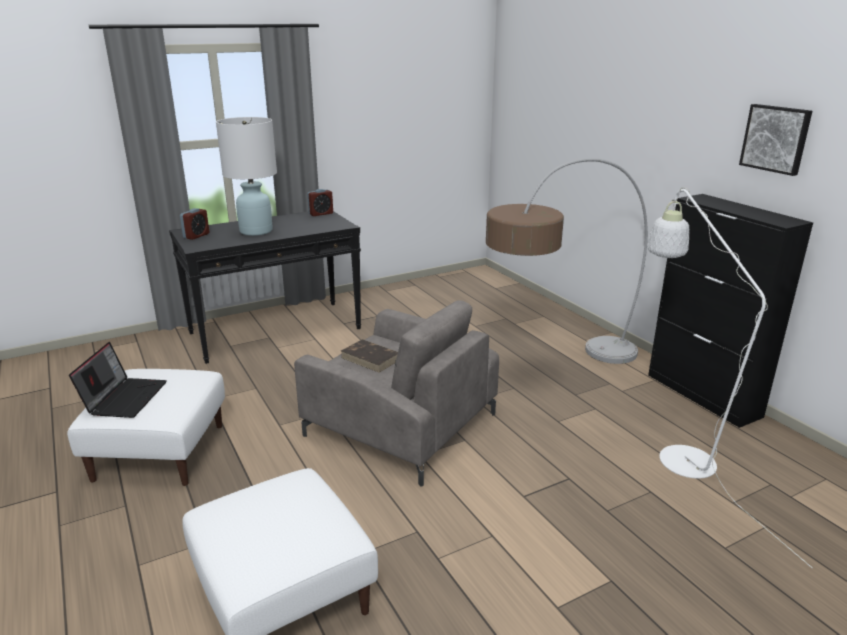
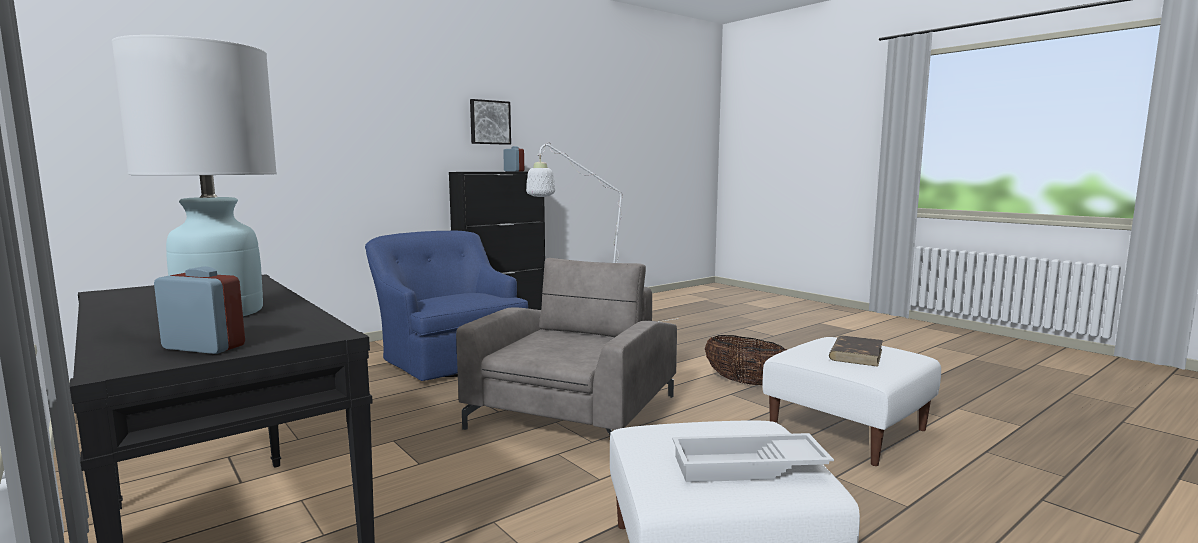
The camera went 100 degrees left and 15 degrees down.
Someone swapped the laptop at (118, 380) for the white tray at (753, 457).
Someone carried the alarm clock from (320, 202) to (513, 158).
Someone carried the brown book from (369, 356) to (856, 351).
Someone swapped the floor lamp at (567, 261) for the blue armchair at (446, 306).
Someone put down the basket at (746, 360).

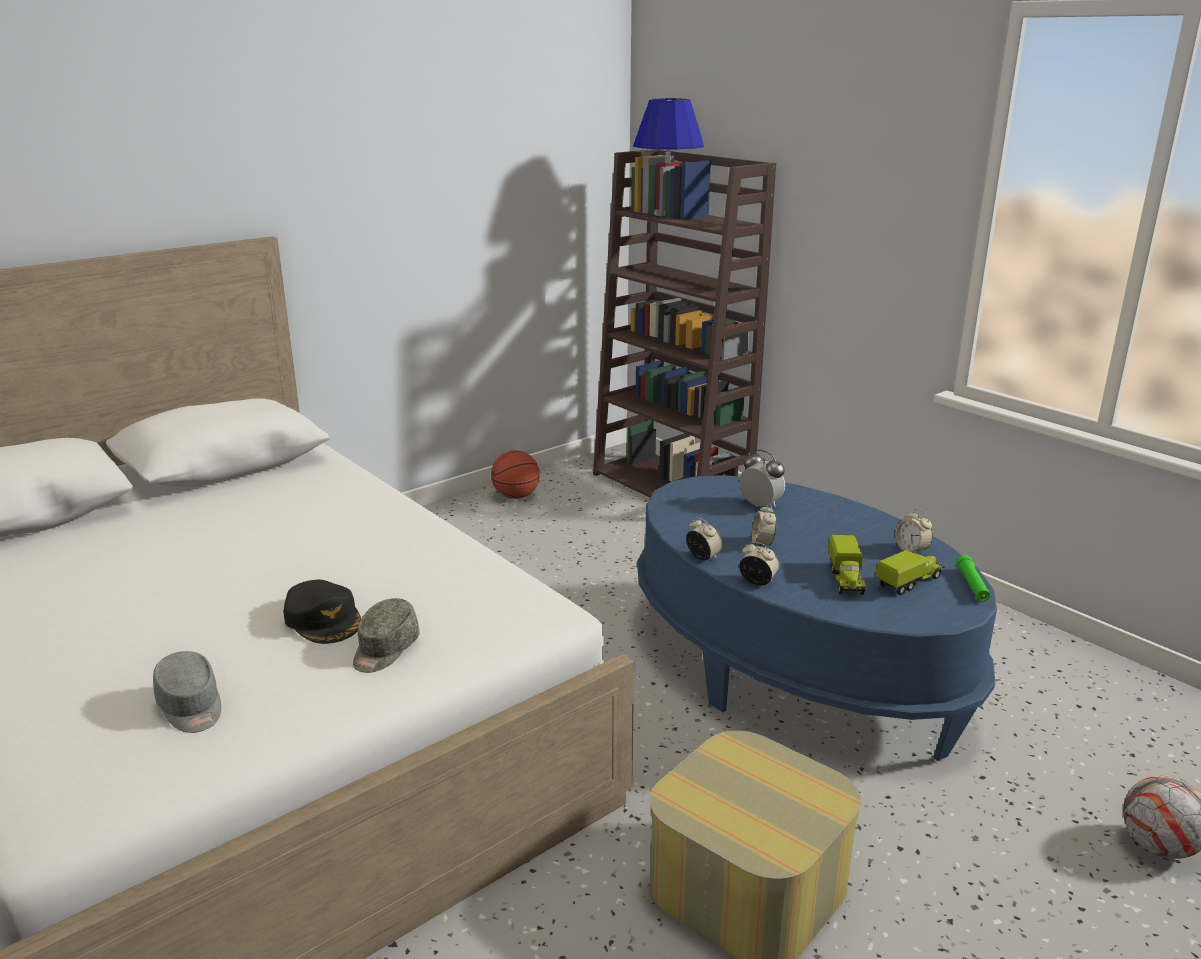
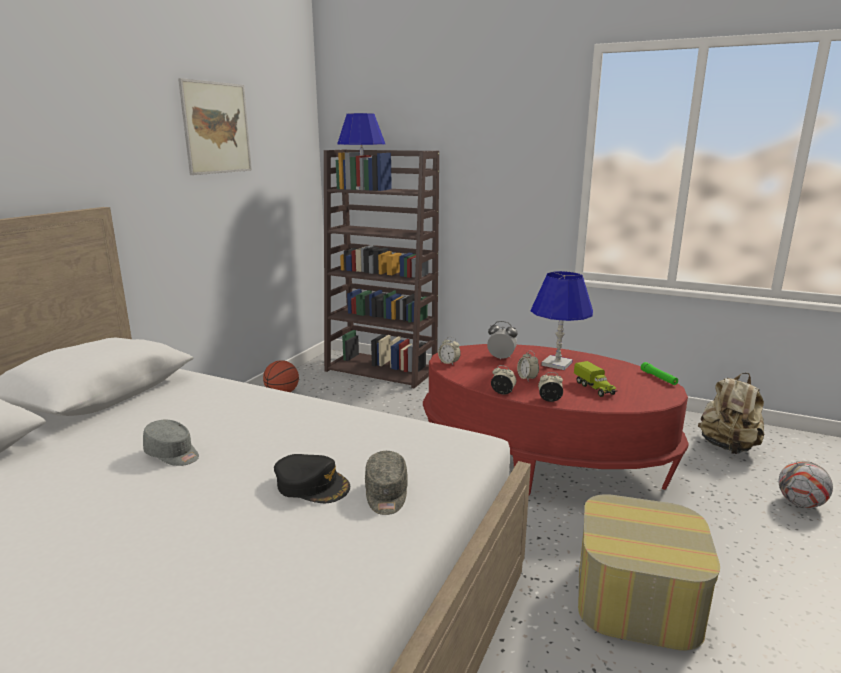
The camera went 25 degrees left and 5 degrees down.
Someone carried the grey cap from (187, 692) to (171, 443).
Someone repainted the blue coffee table at (817, 618), which became the red coffee table at (556, 419).
Someone took away the toy truck at (910, 572).
Someone carried the alarm clock from (914, 531) to (449, 350).
Someone put up the picture at (215, 126).
Someone put down the blue table lamp at (562, 320).
Someone put down the beige backpack at (731, 413).

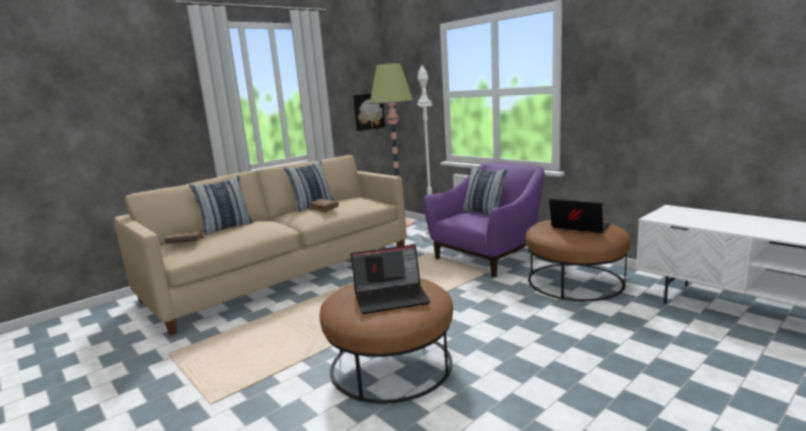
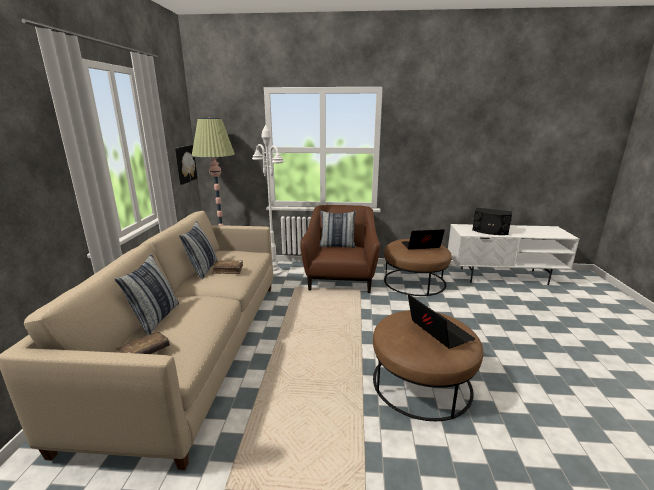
The camera went 45 degrees left and 5 degrees up.
Someone rotated the laptop at (391, 279) by 60 degrees counterclockwise.
Someone repainted the purple armchair at (484, 219), which became the brown armchair at (340, 249).
Someone put down the black speaker at (492, 221).

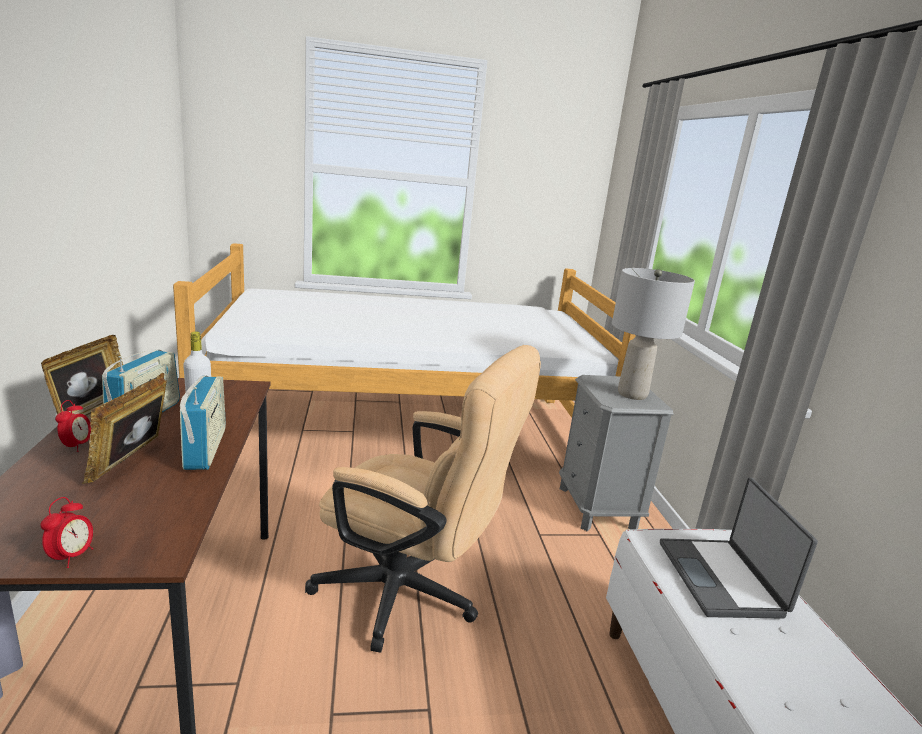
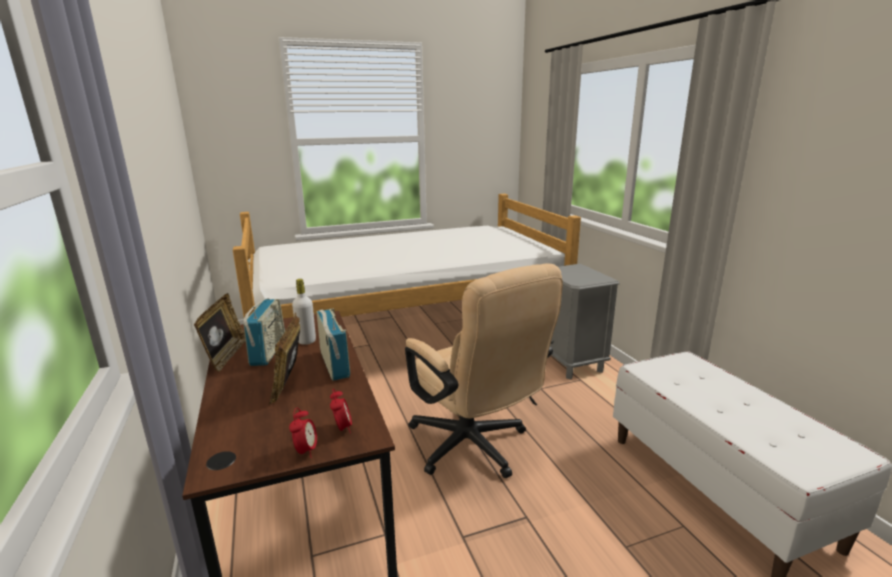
The camera went 10 degrees left and 0 degrees up.
Someone carried the alarm clock from (73, 426) to (341, 411).
Someone rotated the beige office chair at (423, 499) by 45 degrees clockwise.
Someone took away the grey table lamp at (653, 334).
Someone took away the laptop at (739, 548).

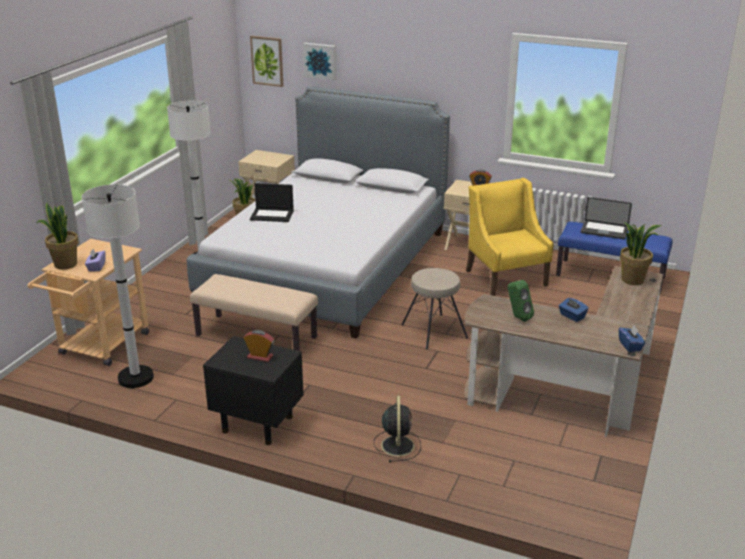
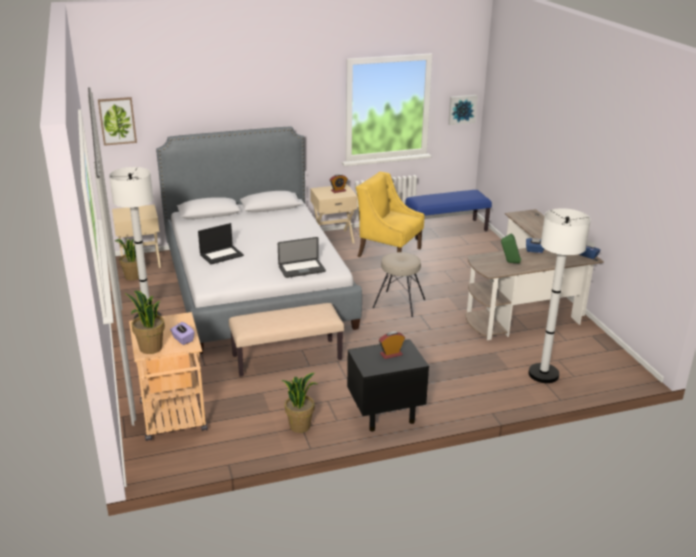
The camera went 40 degrees left and 0 degrees up.
Someone carried the white floor lamp from (118, 286) to (559, 295).
Someone carried the picture from (319, 61) to (463, 110).
Someone took away the black fan at (397, 429).
Someone carried the laptop from (606, 218) to (302, 257).
Someone carried the potted plant from (641, 253) to (299, 403).

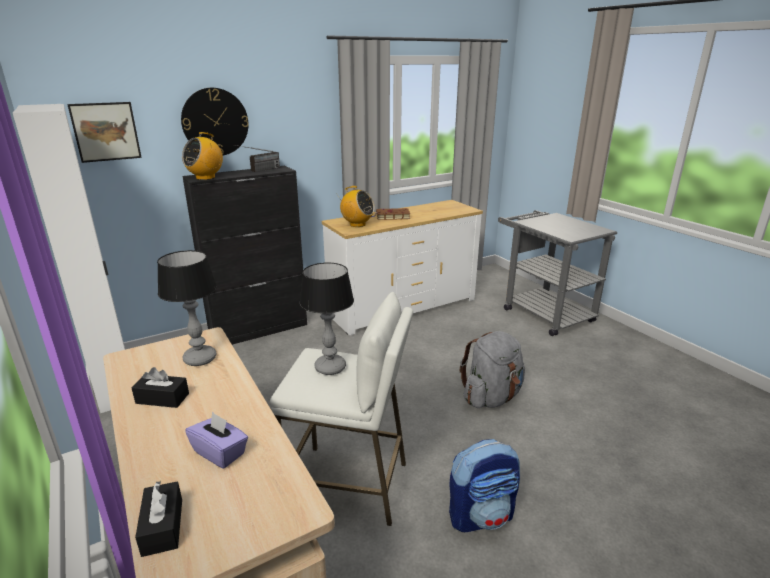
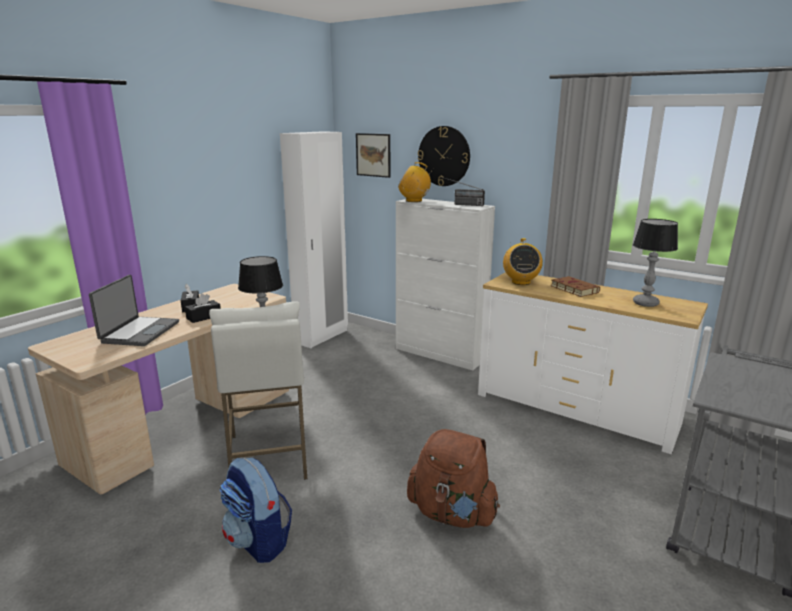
The camera went 65 degrees right and 5 degrees down.
Someone carried the black tissue box from (158, 519) to (203, 308).
Someone carried the table lamp from (187, 308) to (655, 263).
Someone repainted the black cabinet at (244, 255), which became the white cabinet at (445, 284).
Someone swapped the purple tissue box at (216, 440) for the laptop at (134, 310).
Someone repainted the grey backpack at (492, 369), which became the brown backpack at (453, 478).

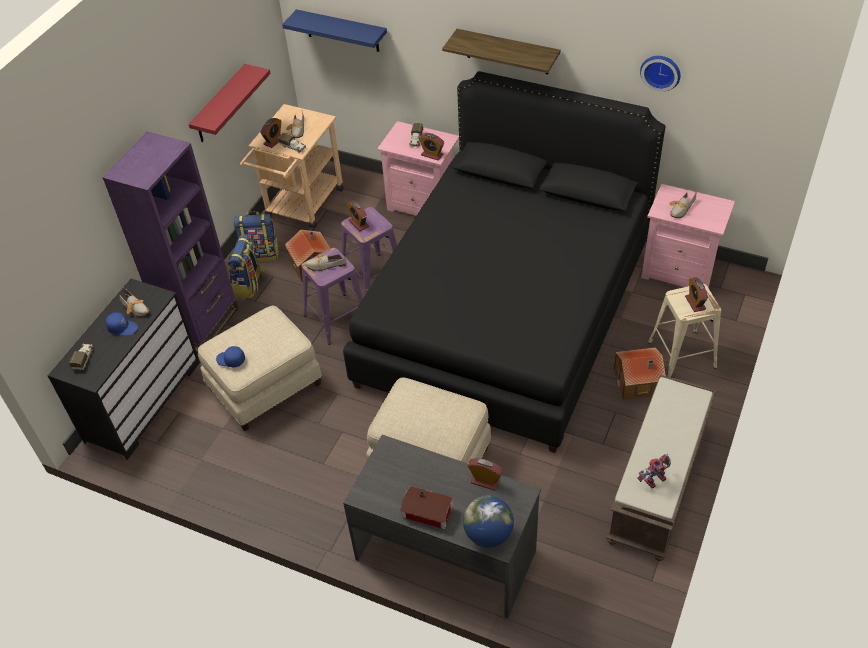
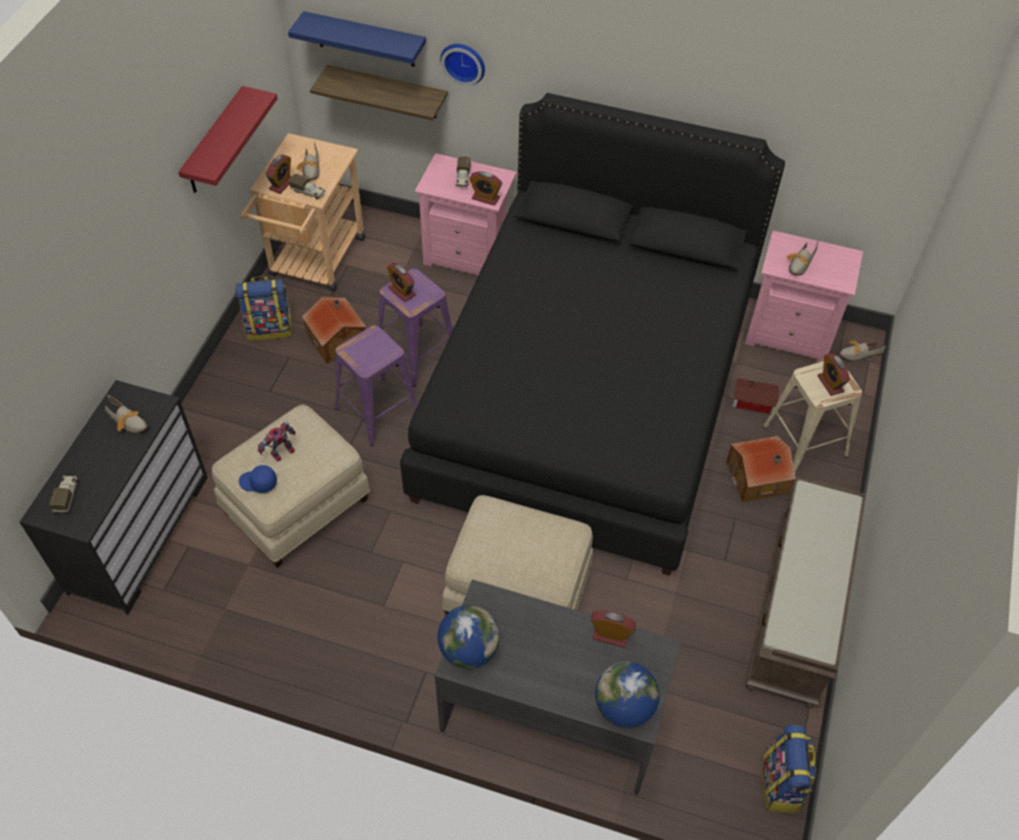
The camera went 10 degrees left and 5 degrees up.
Someone took away the purple bookcase at (170, 242).
Someone took away the blue cap at (122, 324).
Someone carried the backpack from (246, 266) to (789, 769).
Someone carried the shoe from (326, 262) to (863, 351).
Someone carried the toy house from (427, 507) to (756, 396).
Someone carried the shelf from (501, 51) to (379, 92).
Someone carried the toy robot from (654, 471) to (276, 441).
Someone carried the wall clock from (660, 74) to (462, 65).
Someone put down the globe at (469, 637).

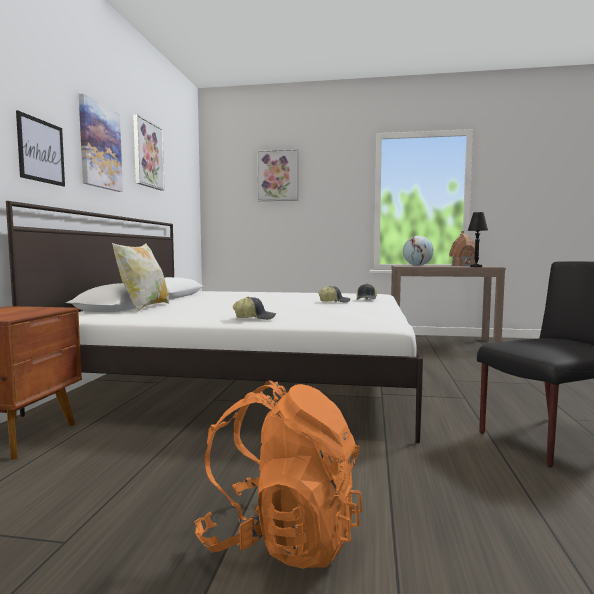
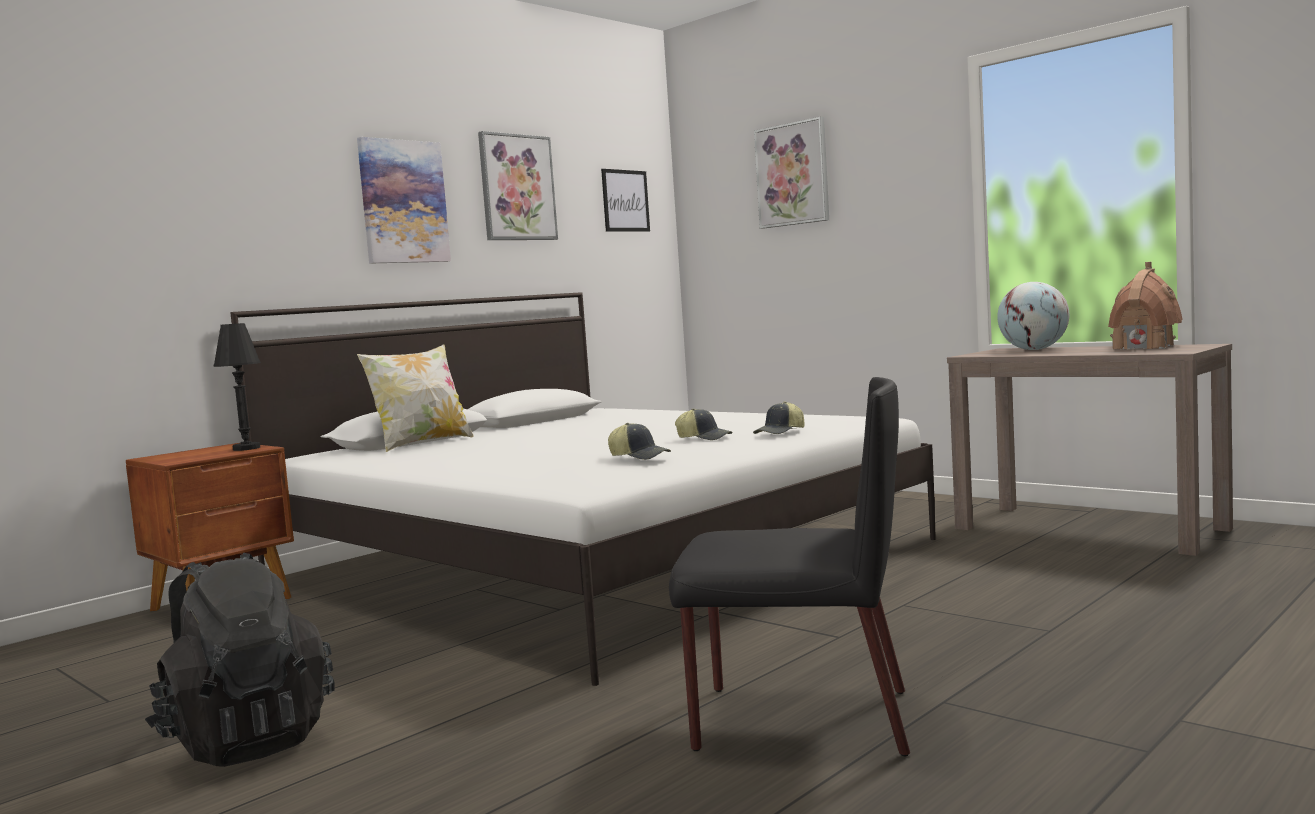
The camera went 35 degrees right and 0 degrees up.
Someone carried the picture from (40, 148) to (625, 200).
Someone repainted the orange backpack at (278, 474), which became the black backpack at (240, 660).
Someone carried the cap from (254, 308) to (639, 441).
Someone carried the black table lamp from (478, 239) to (237, 387).

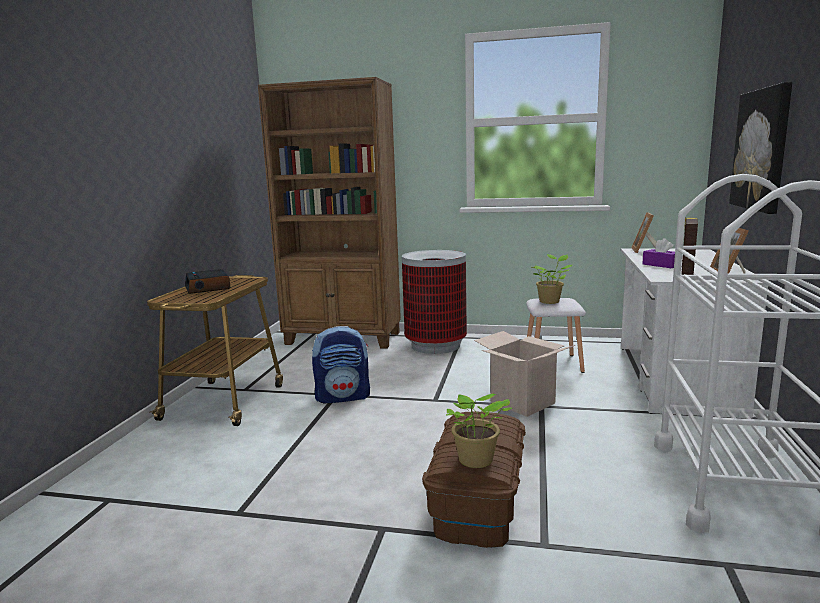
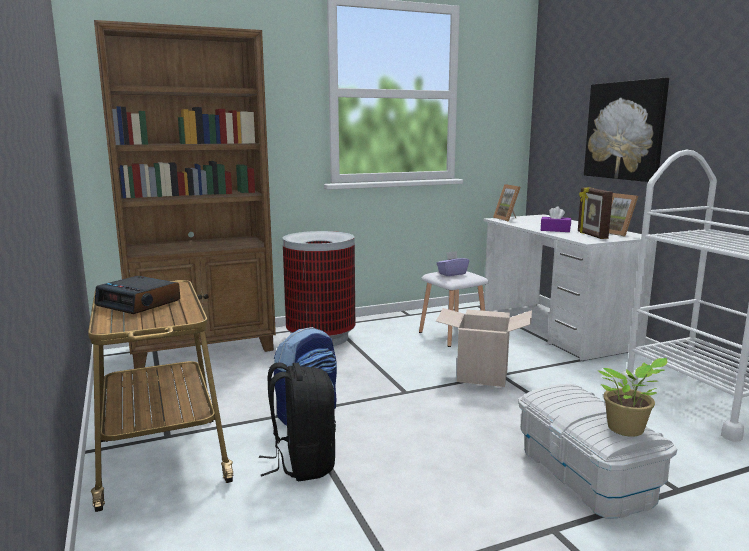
The camera went 35 degrees left and 0 degrees up.
Someone repainted the brown storage box at (474, 479), which became the white storage box at (597, 451).
Someone swapped the potted plant at (552, 279) for the purple tissue box at (453, 263).
Someone put down the black backpack at (297, 421).

